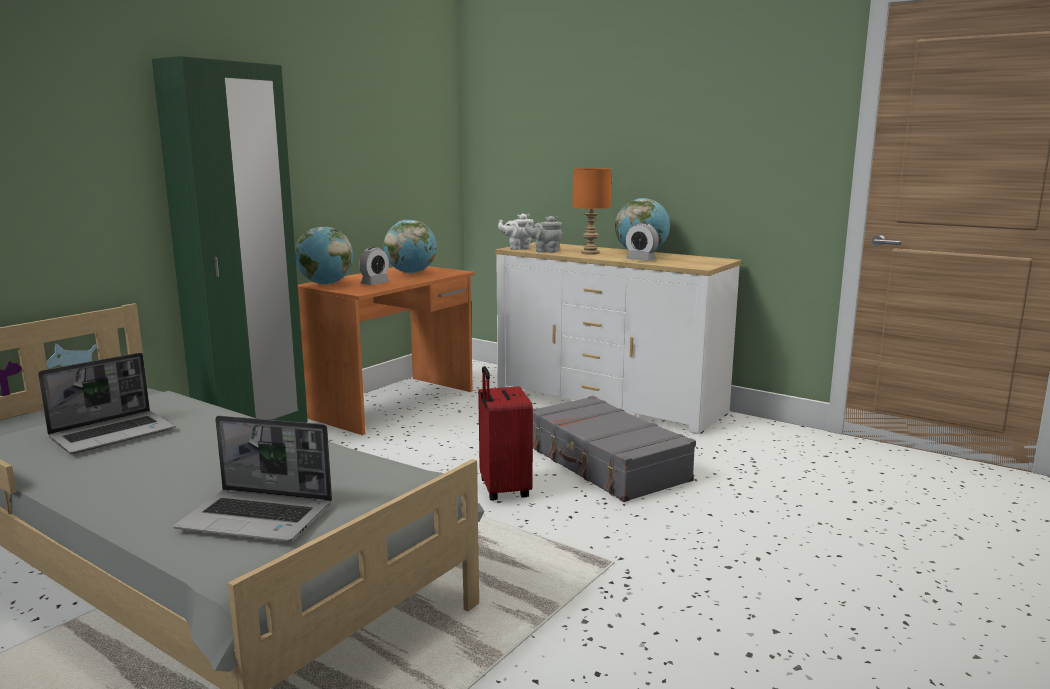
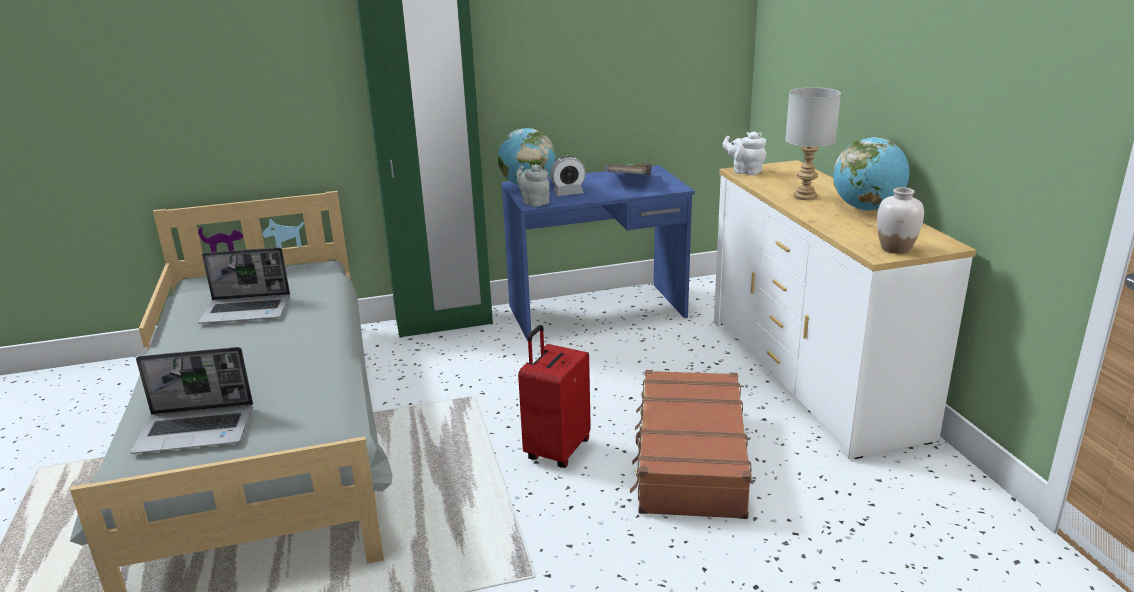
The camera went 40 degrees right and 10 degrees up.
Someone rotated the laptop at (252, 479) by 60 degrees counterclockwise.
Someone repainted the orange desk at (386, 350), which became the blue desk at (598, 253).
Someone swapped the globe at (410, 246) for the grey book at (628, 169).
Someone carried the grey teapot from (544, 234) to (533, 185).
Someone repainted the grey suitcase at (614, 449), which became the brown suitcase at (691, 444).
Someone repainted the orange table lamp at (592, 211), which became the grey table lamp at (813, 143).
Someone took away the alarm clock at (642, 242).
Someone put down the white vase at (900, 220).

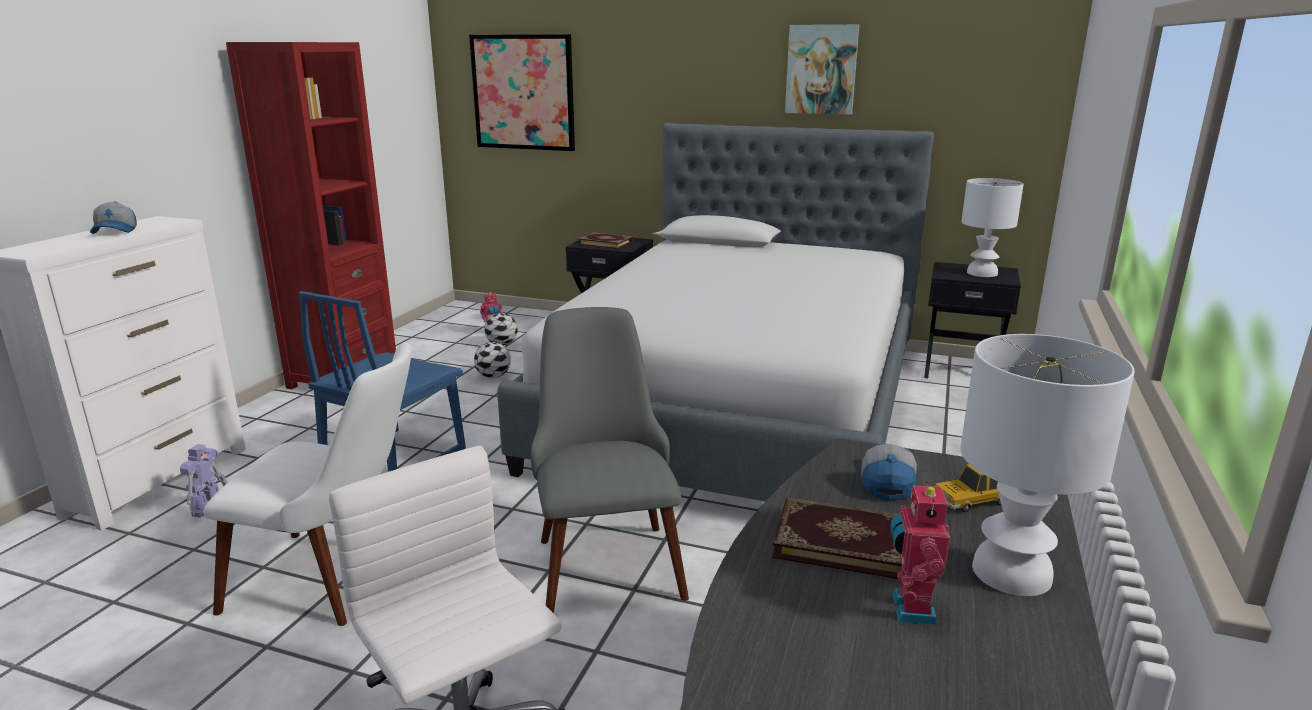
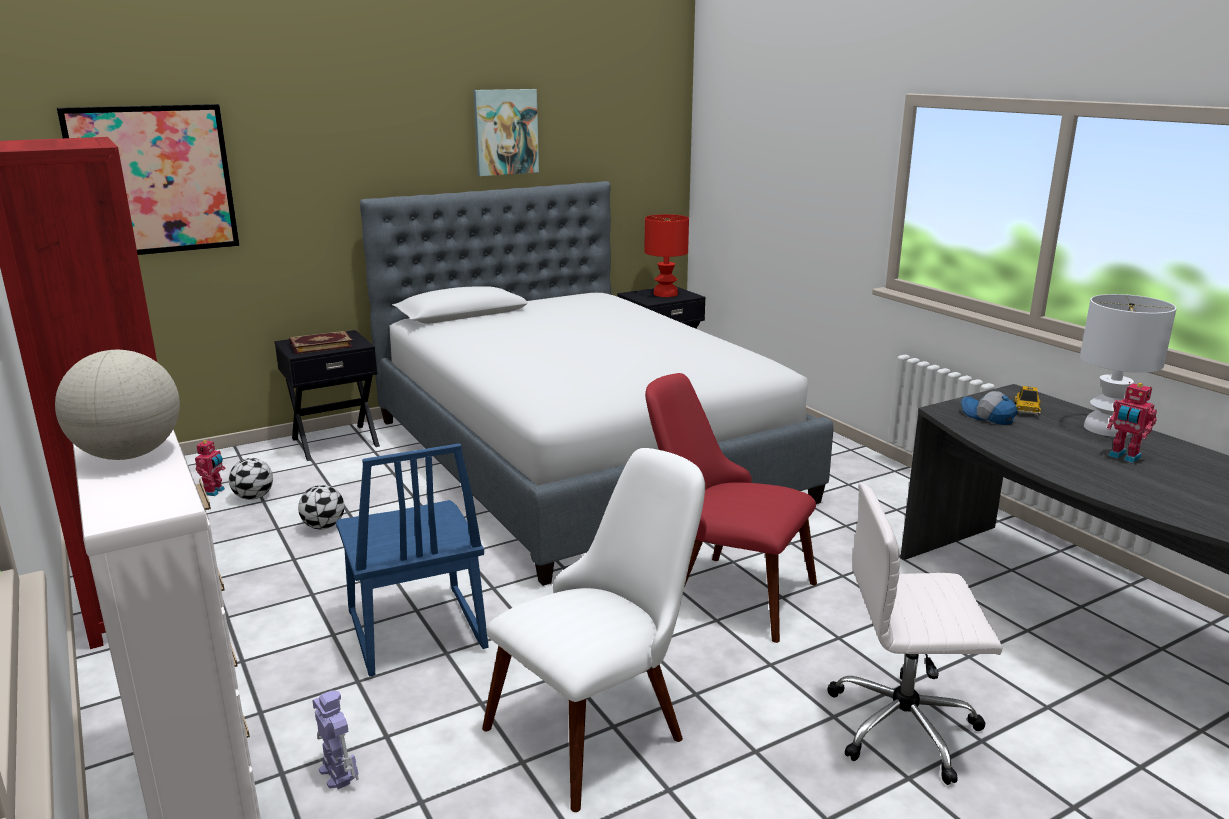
The camera went 50 degrees left and 0 degrees up.
Someone swapped the cap at (113, 218) for the globe at (117, 405).
Someone repainted the grey chair at (610, 460), which became the red chair at (731, 508).
Someone took away the book at (837, 538).
Someone repainted the white table lamp at (992, 227), which became the red table lamp at (667, 255).

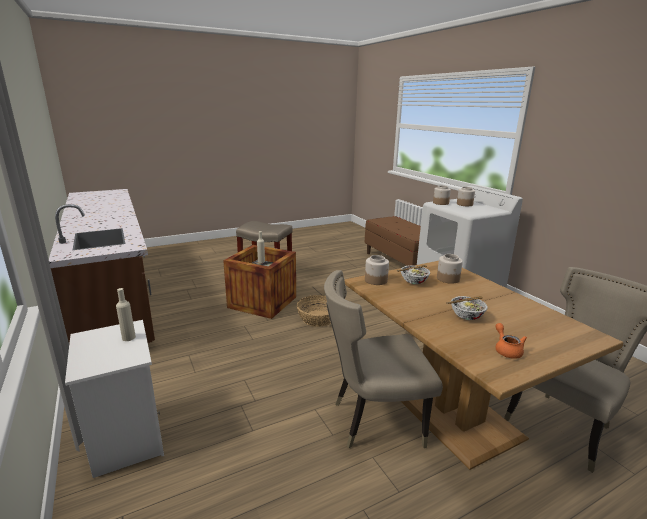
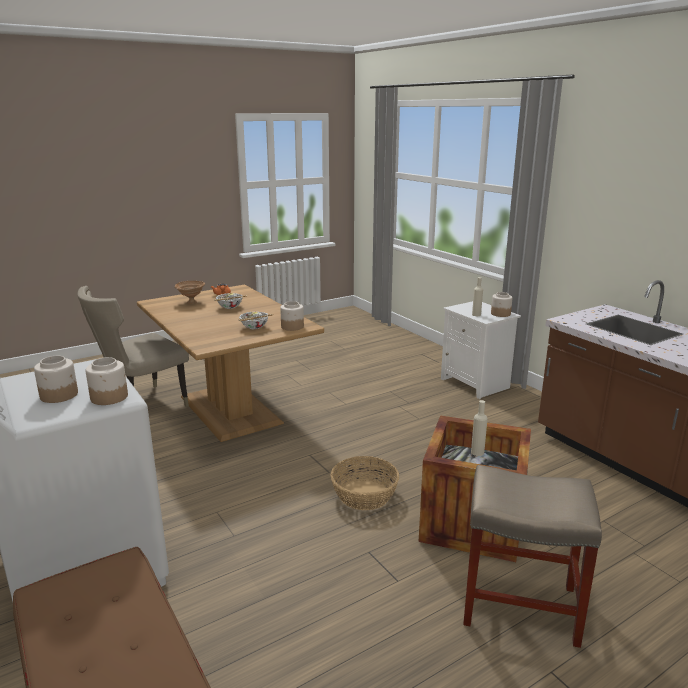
The camera went 175 degrees right and 0 degrees up.
Someone took away the beige chair at (383, 359).
Someone carried the jar from (450, 269) to (501, 304).
Someone put down the brown bowl at (190, 292).

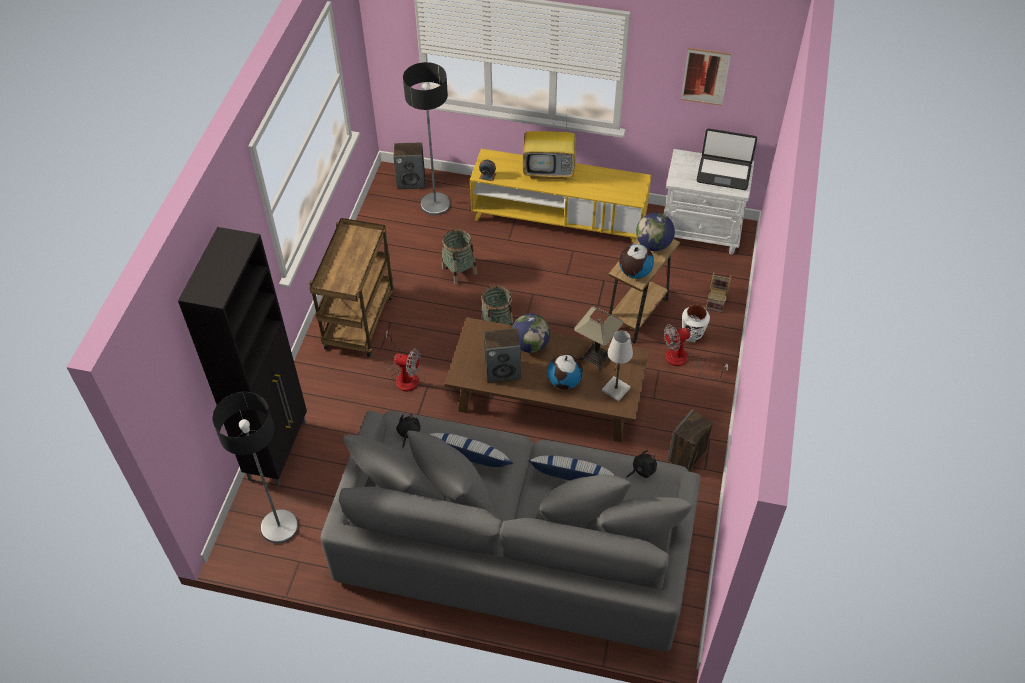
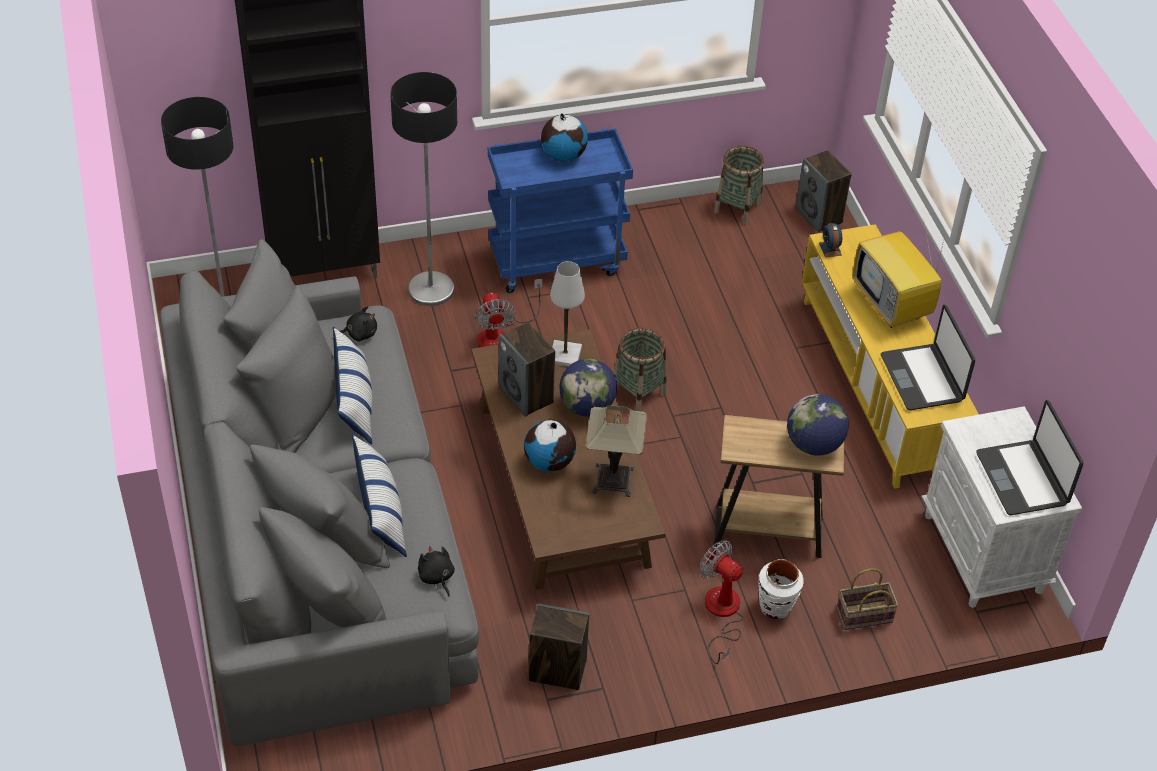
The camera went 60 degrees right and 5 degrees down.
Someone repainted the brown cart at (352, 287), which became the blue cart at (560, 210).
Someone carried the floor lamp from (426, 138) to (423, 189).
Someone carried the basket from (459, 256) to (739, 185).
Someone carried the white table lamp from (617, 365) to (567, 313).
Someone carried the globe from (636, 261) to (564, 137).
Someone rotated the black plush toy at (641, 464) by 150 degrees counterclockwise.
Someone took away the picture at (706, 77).
Someone put down the laptop at (928, 357).

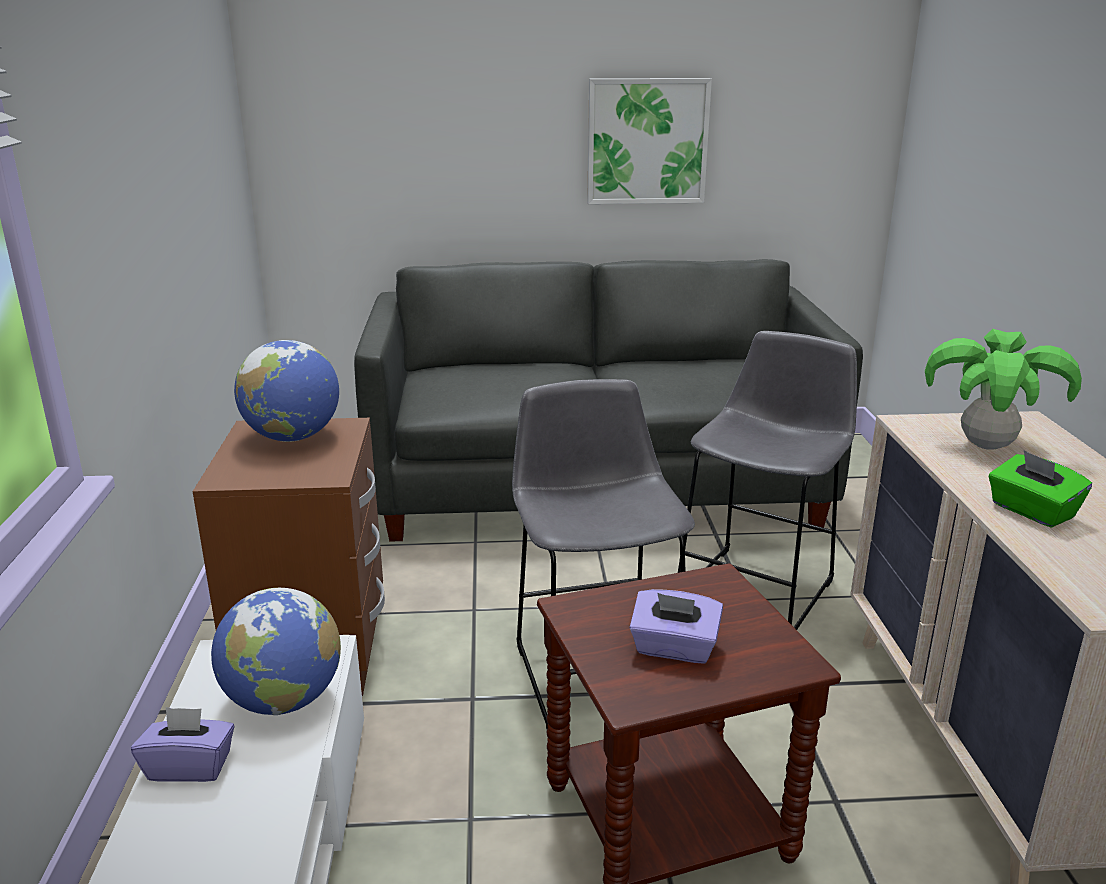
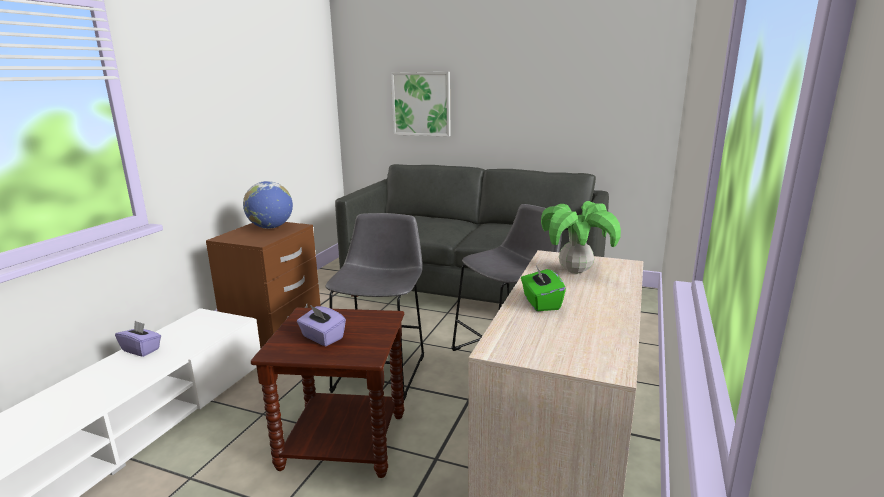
The camera went 25 degrees right and 5 degrees down.
Someone took away the globe at (276, 651).
Someone carried the picture from (649, 141) to (421, 104).

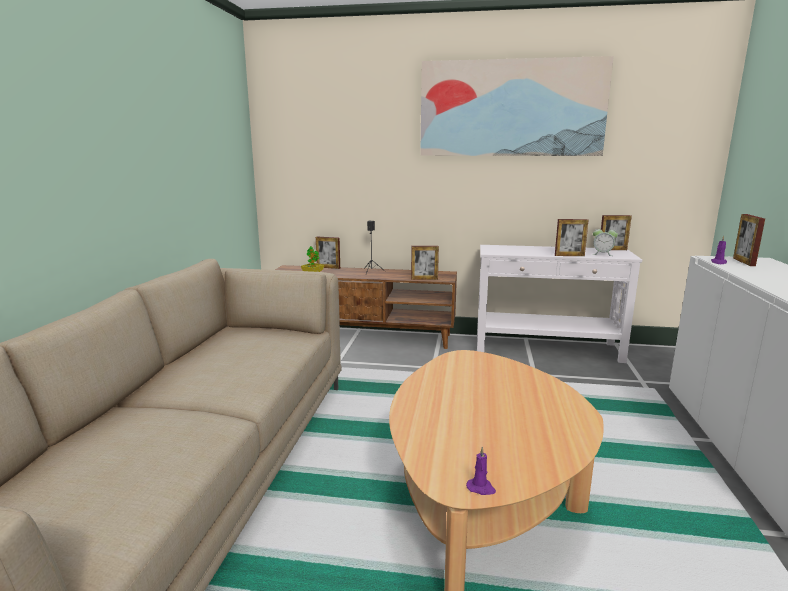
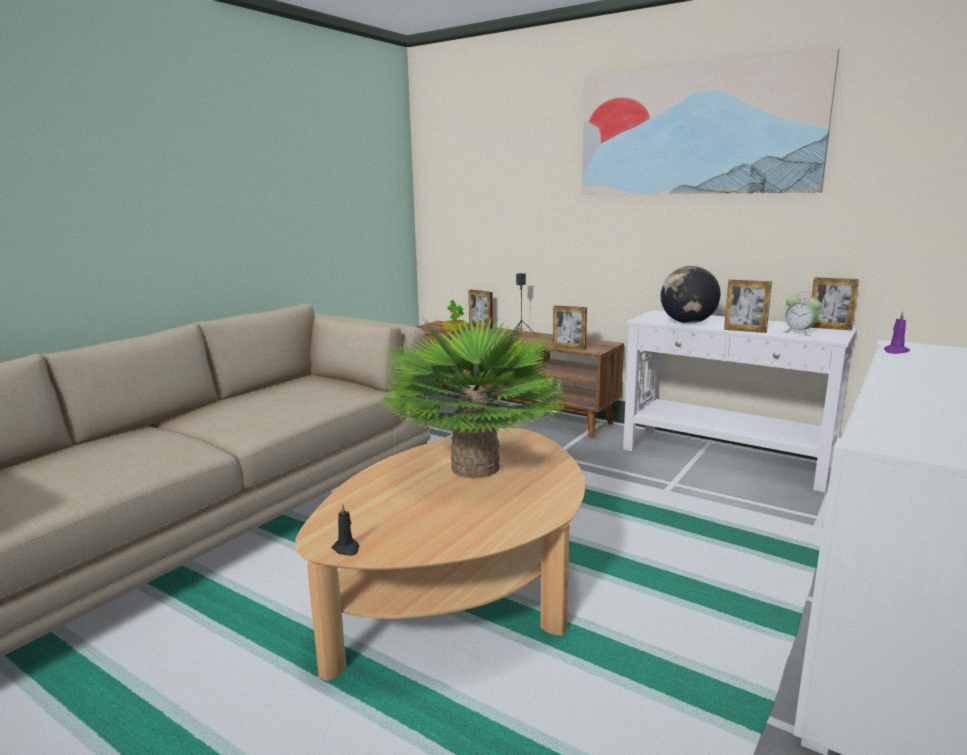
The camera went 25 degrees right and 0 degrees up.
Someone repainted the purple candle at (481, 470), which became the black candle at (346, 529).
Someone took away the picture frame at (749, 240).
Someone put down the potted plant at (473, 397).
Someone put down the globe at (690, 295).

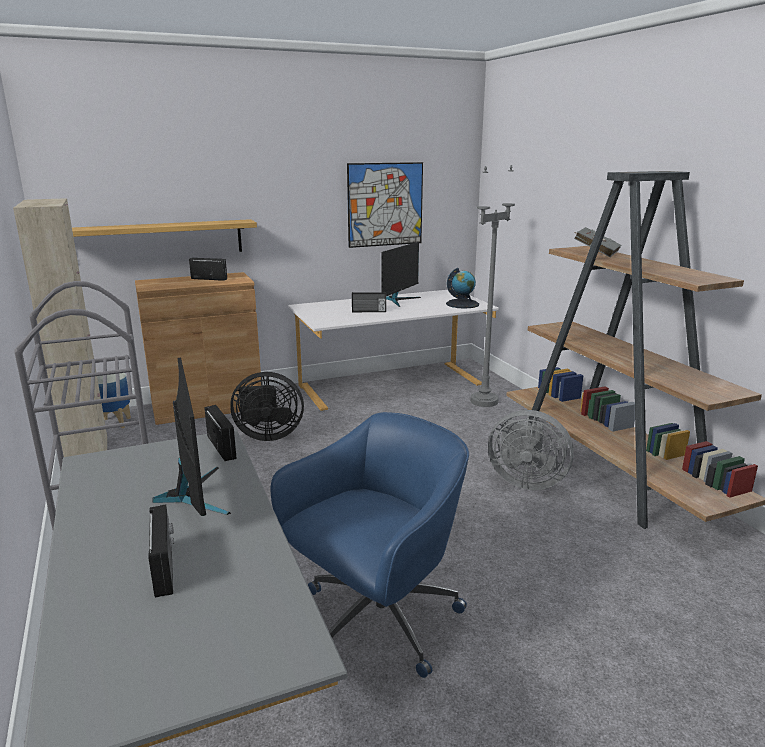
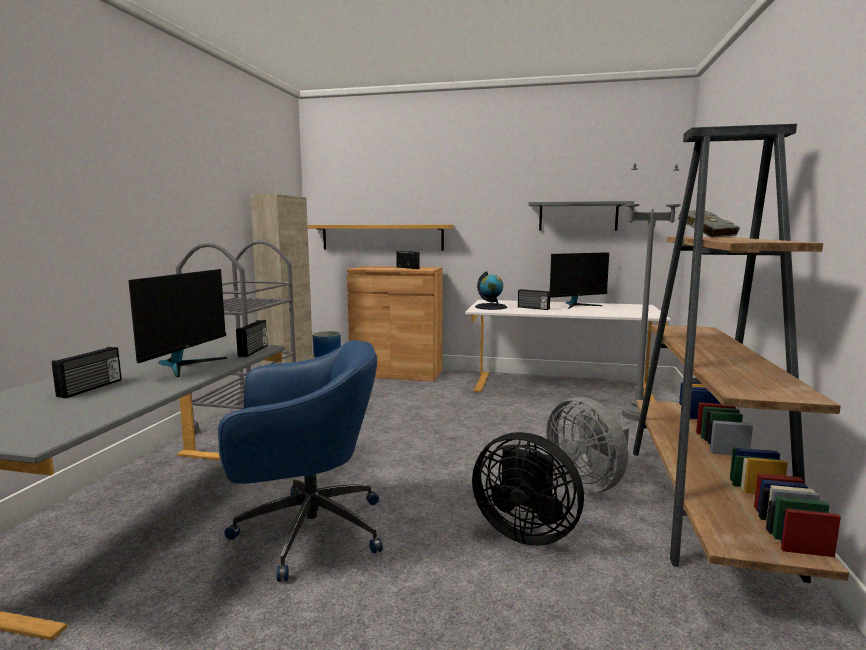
The camera went 35 degrees right and 10 degrees down.
Someone carried the black fan from (267, 406) to (528, 489).
Someone swapped the picture at (385, 205) for the grey shelf at (581, 216).
Someone carried the globe from (462, 288) to (491, 290).

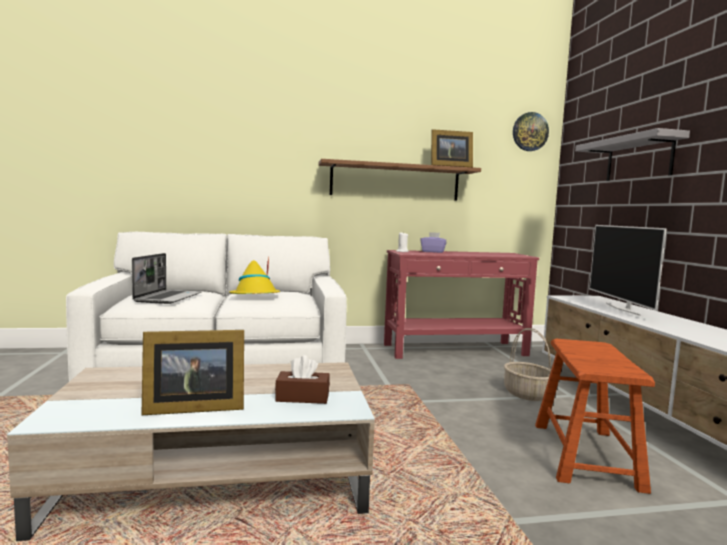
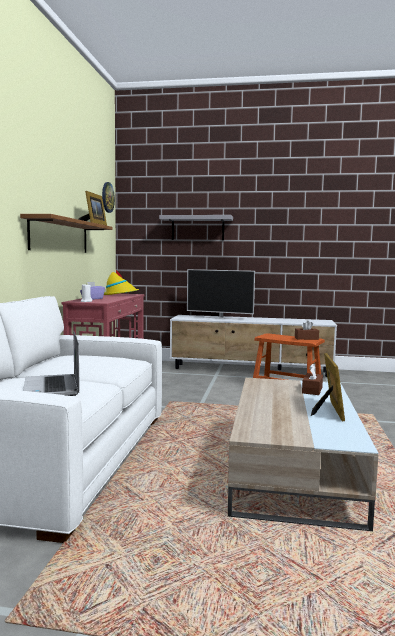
The camera went 70 degrees left and 0 degrees up.
Someone rotated the laptop at (166, 278) by 135 degrees counterclockwise.
Someone carried the yellow hat from (254, 275) to (121, 282).
Someone took away the basket at (528, 364).
Someone put down the brown tissue box at (307, 330).

